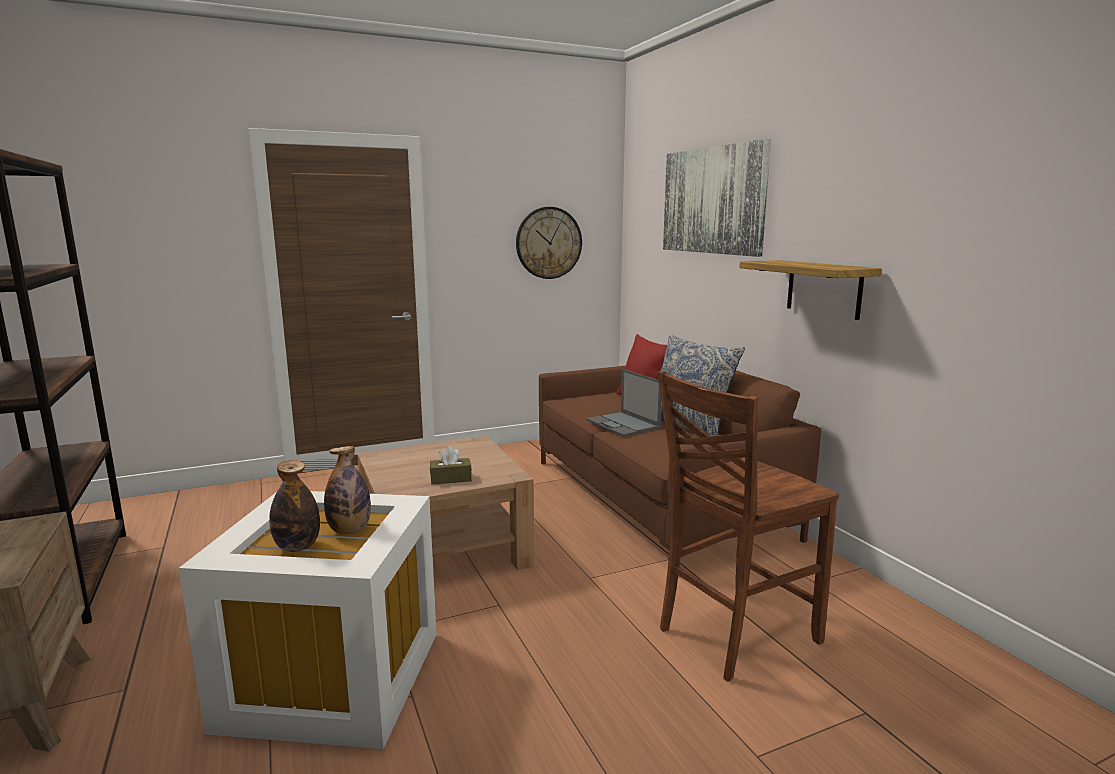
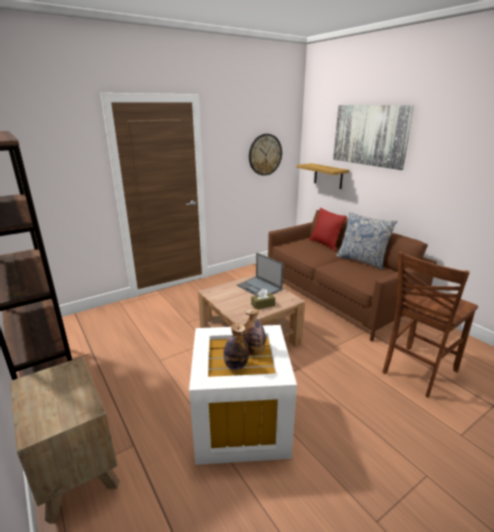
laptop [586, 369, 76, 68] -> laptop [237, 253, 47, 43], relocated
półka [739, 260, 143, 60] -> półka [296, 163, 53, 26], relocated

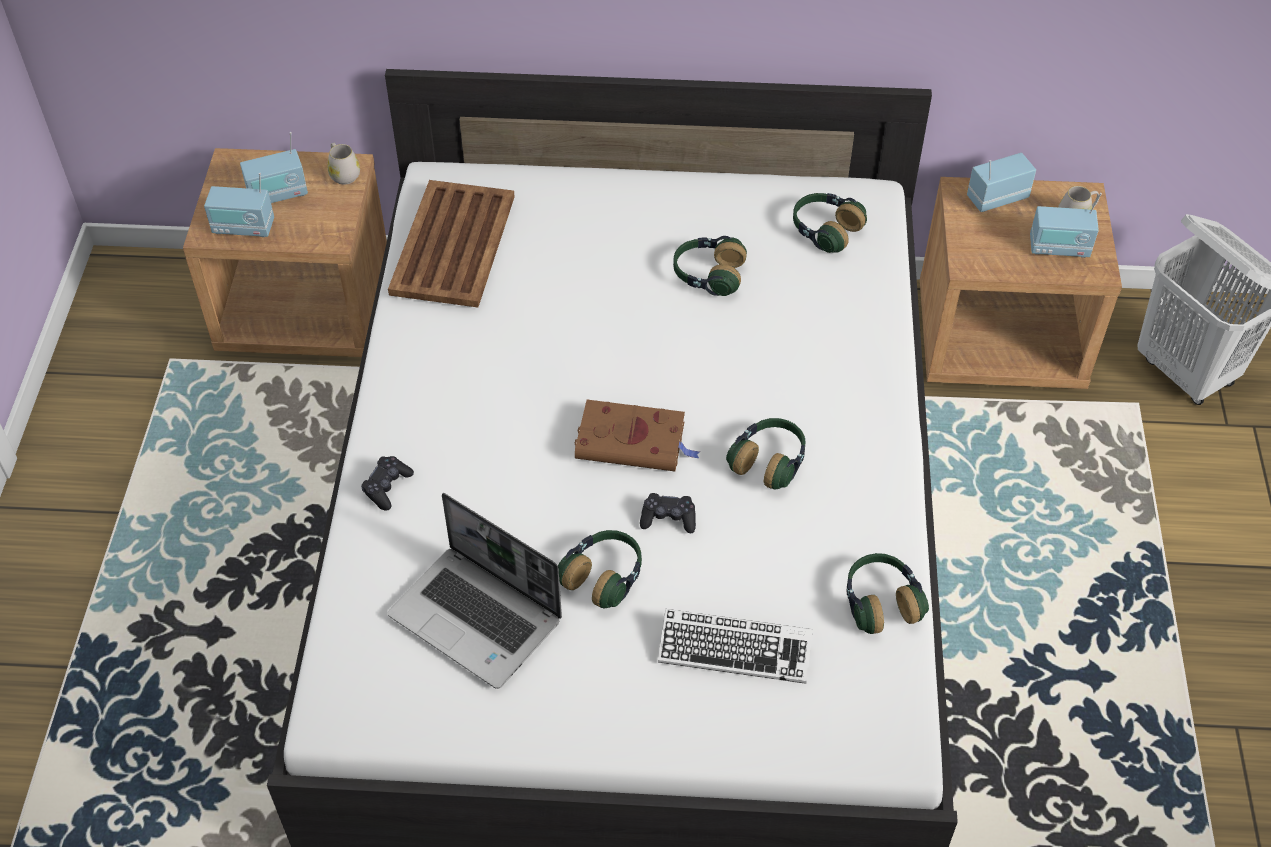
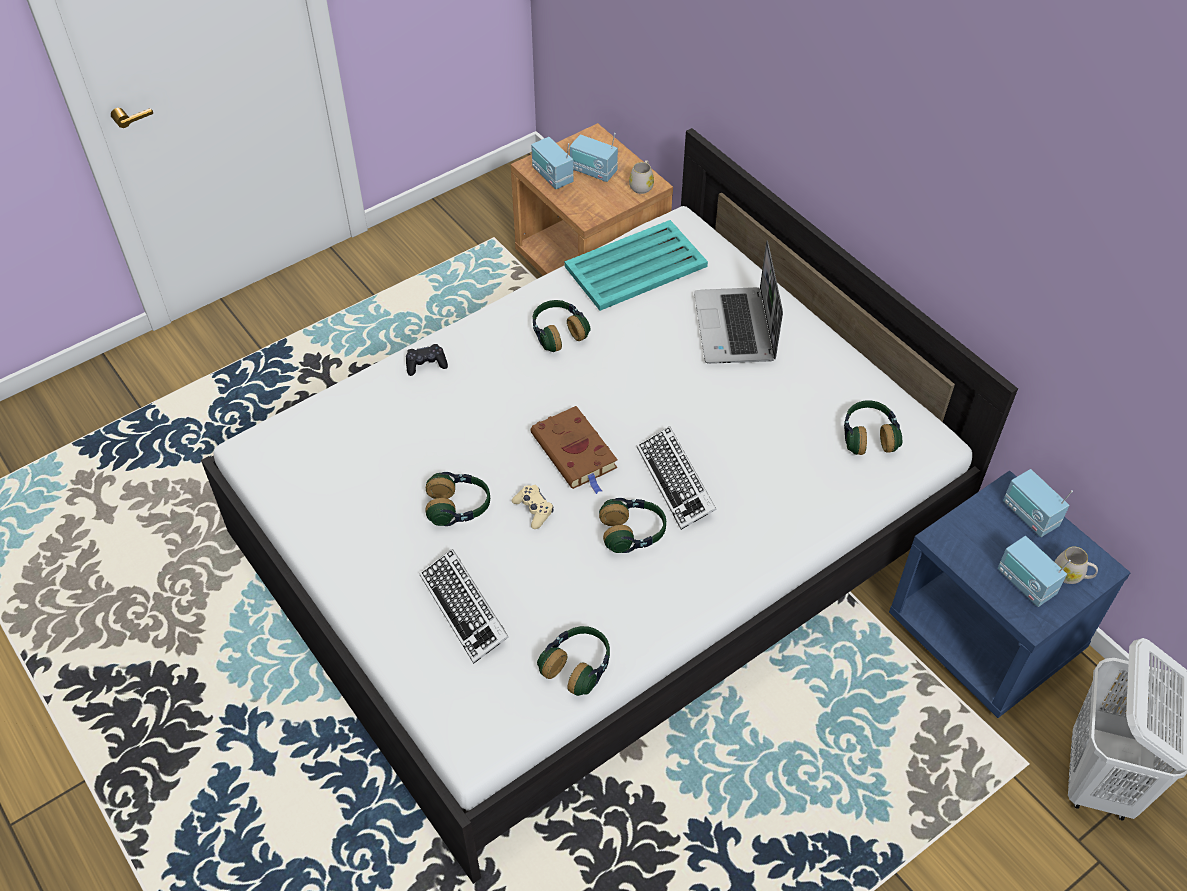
taca/brązowy [388, 180, 127, 128] -> taca/turkusowy [564, 220, 144, 91]
laptop [388, 493, 174, 196] -> laptop [694, 241, 89, 123], relocated
pad do gier/czarny [640, 493, 56, 40] -> pad do gier/beżowy [512, 485, 42, 44]
słuchawki [673, 236, 74, 60] -> słuchawki [533, 300, 58, 52], relocated
szafka nocna/brązowy [920, 177, 202, 212] -> szafka nocna/niebieski [889, 470, 242, 248]
radio [967, 153, 69, 59] -> radio [1003, 469, 70, 68], 150 degrees counterclockwise
none -> klawiatura [637, 426, 80, 104]

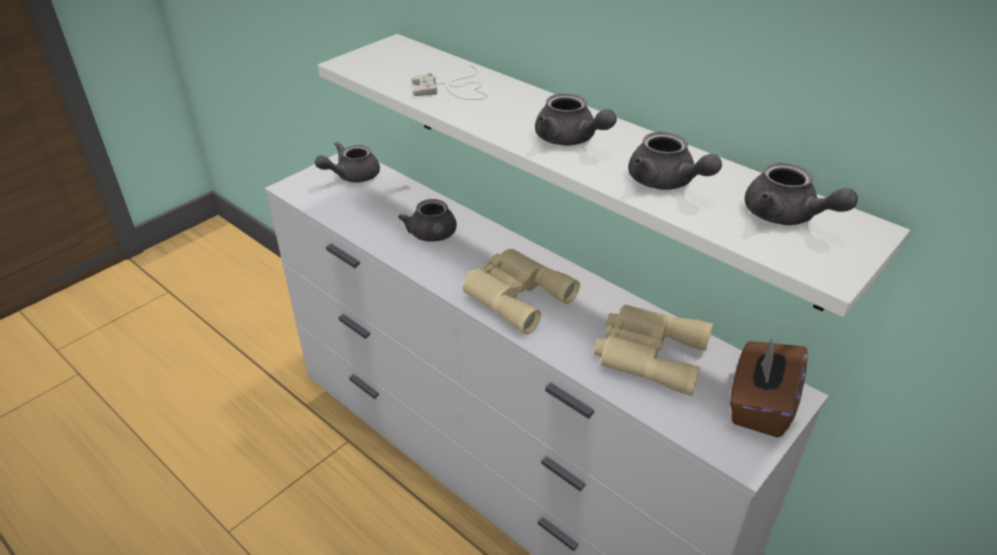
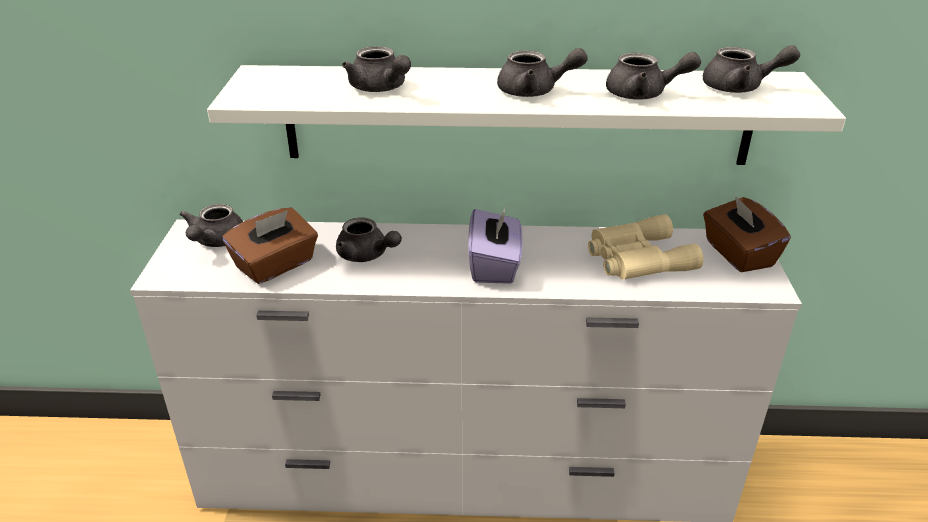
pad do gier/biały [411, 66, 76, 34] -> imbryk/szary [342, 46, 69, 46]
lornetka/beżowy [462, 249, 118, 85] -> pudełko chusteczek/fioletowy [468, 204, 55, 80]
none -> pudełko chusteczek/brązowy [222, 208, 96, 76]

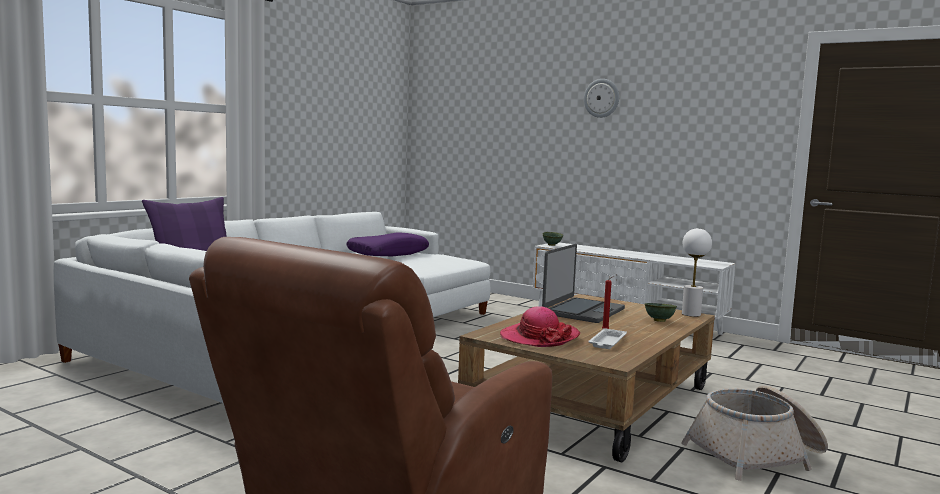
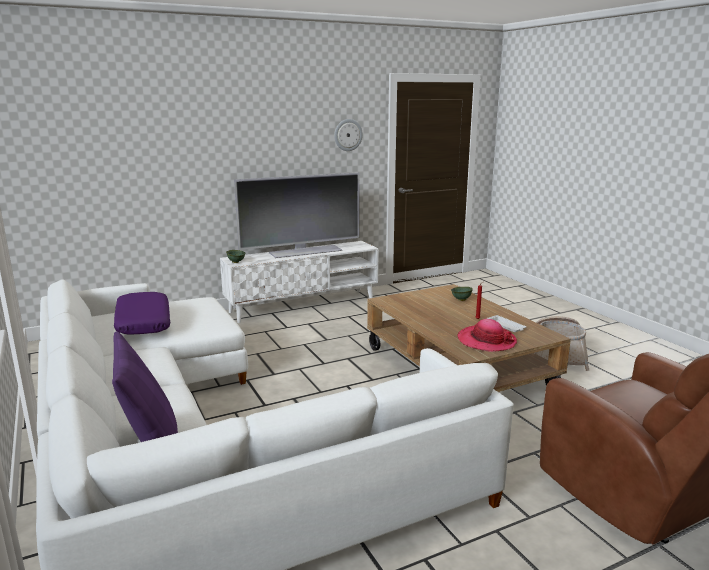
laptop [542, 244, 83, 79] -> none
zegar ścienny [584, 79, 35, 39] -> zegar ścienny [334, 119, 29, 32], relocated
lampa stołowa/biały [682, 228, 30, 89] -> none
none -> telewizor [234, 172, 126, 86]

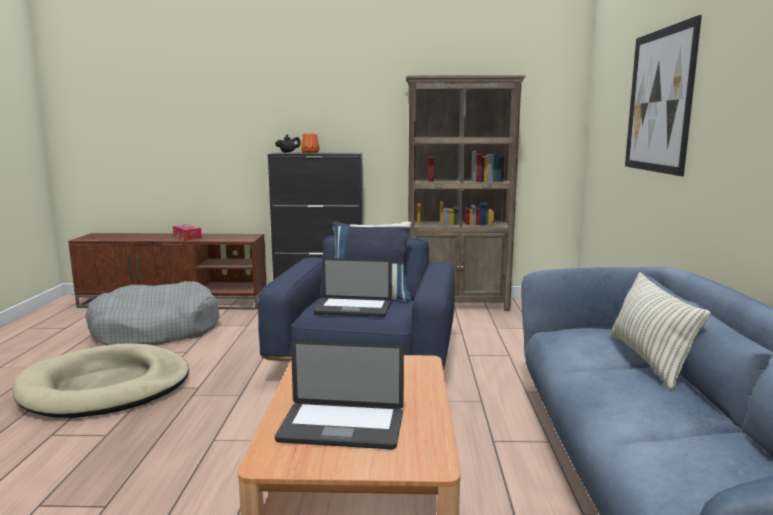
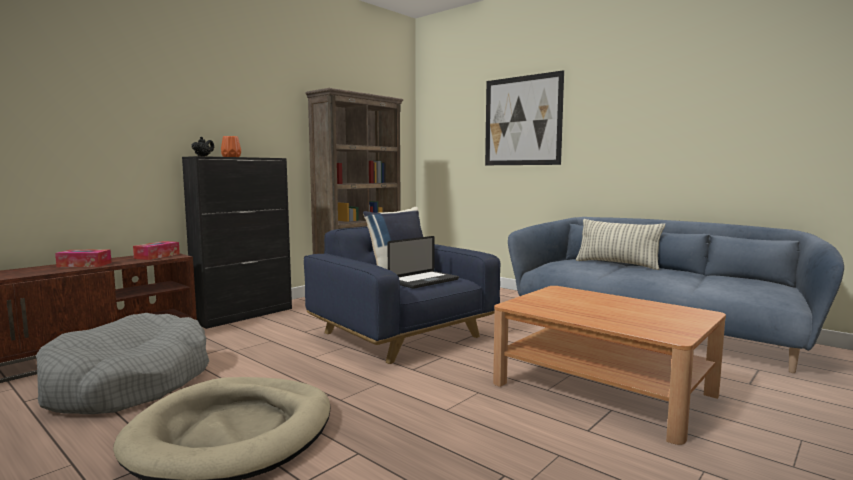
laptop [275, 340, 129, 109] -> none
none -> pudełko chusteczek [133, 241, 47, 19]

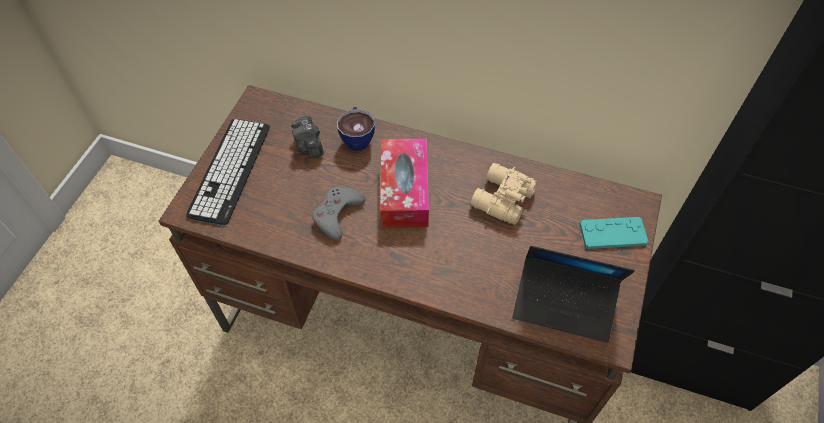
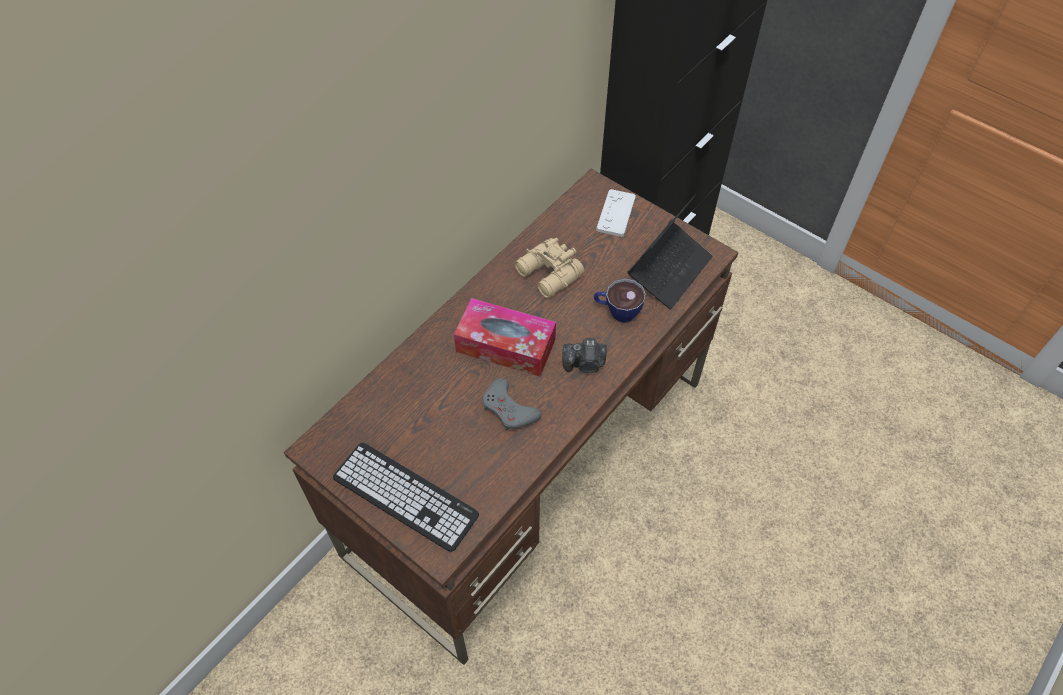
aparat fotograficzny [291, 116, 33, 42] -> aparat fotograficzny [562, 337, 45, 36], relocated
filiżanka [337, 107, 38, 44] -> filiżanka [594, 278, 52, 45], relocated
pad do gier/turkusowy [580, 217, 69, 32] -> pad do gier/biały [596, 189, 40, 48]

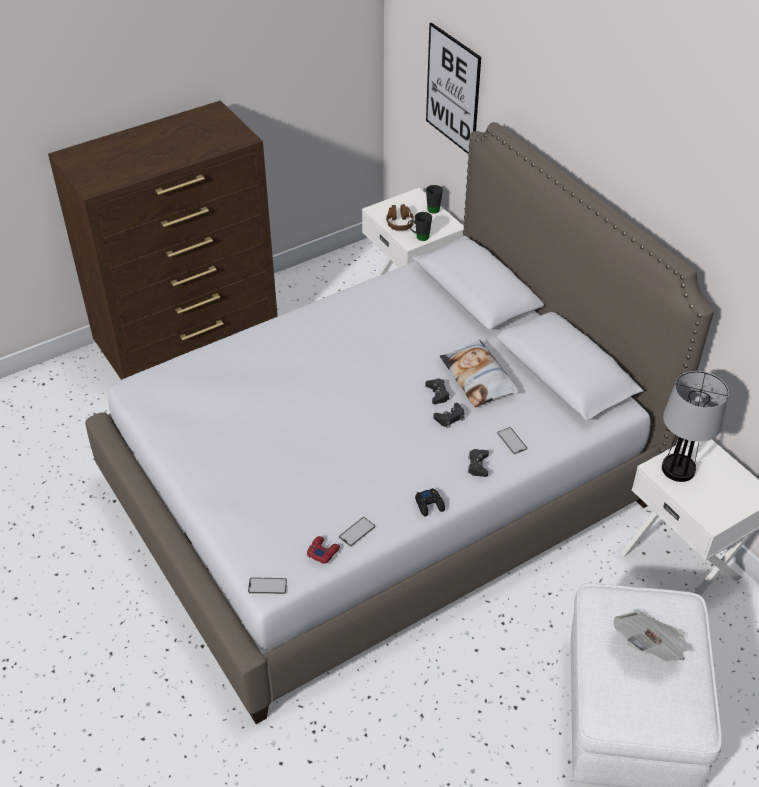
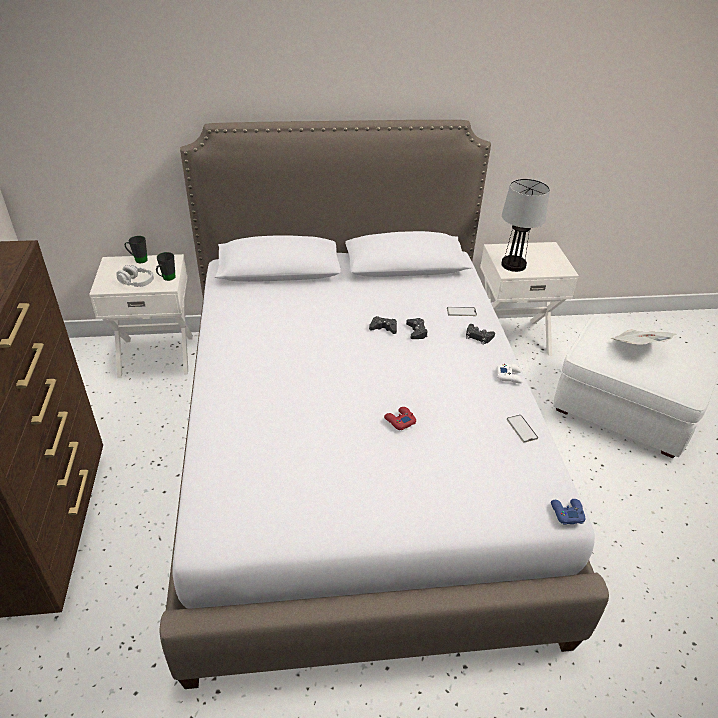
telefon [248, 577, 39, 17] -> pad do gier/niebieski [551, 499, 34, 26]
pad do gier/czerwony [307, 536, 33, 28] -> pad do gier/czerwony [384, 407, 32, 23], relocated
słuchawki/brązowy [386, 204, 28, 27] -> słuchawki/szary [116, 265, 38, 22]
pad do gier/czarny [415, 488, 30, 29] -> pad do gier/biały [497, 364, 26, 20]
obraz [426, 23, 55, 131] -> none
poduszka [440, 339, 79, 68] -> none

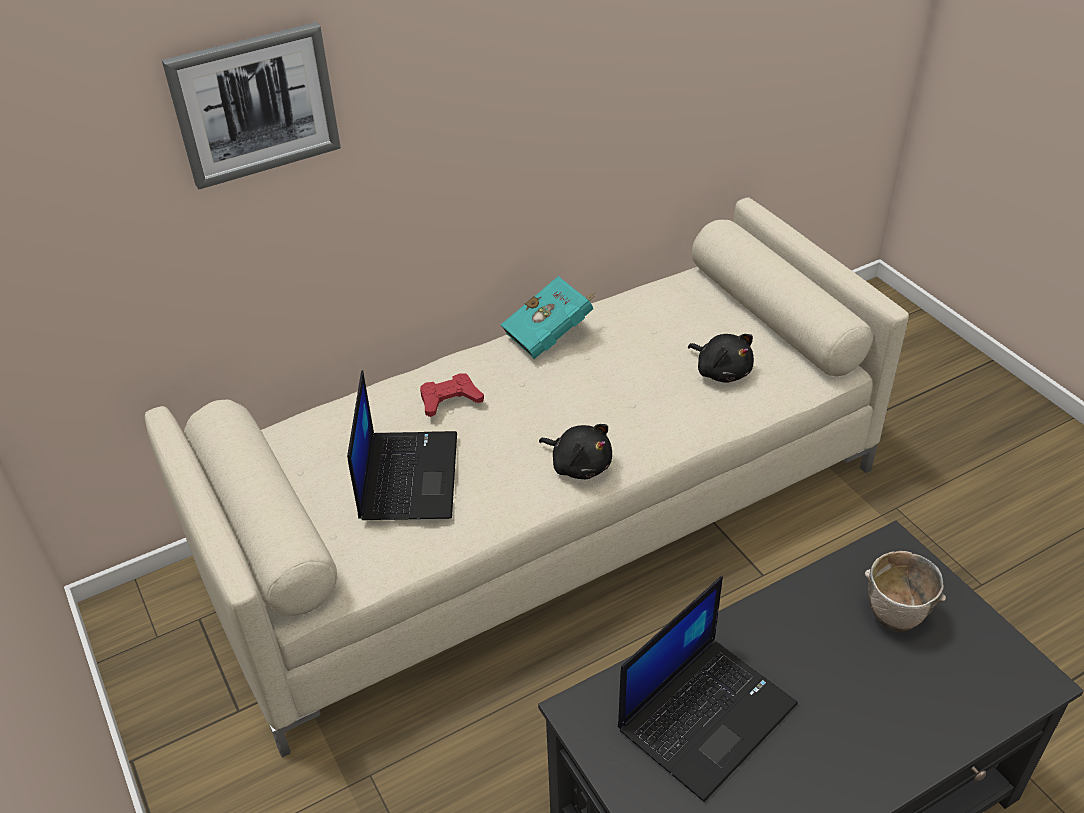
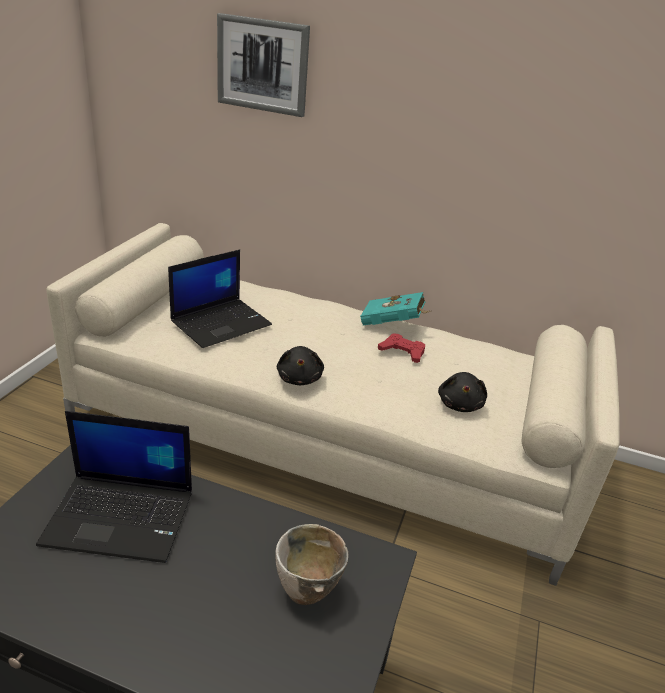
pad do gier/czerwony [420, 373, 64, 44] -> pad do gier/czerwony [378, 333, 47, 30], relocated

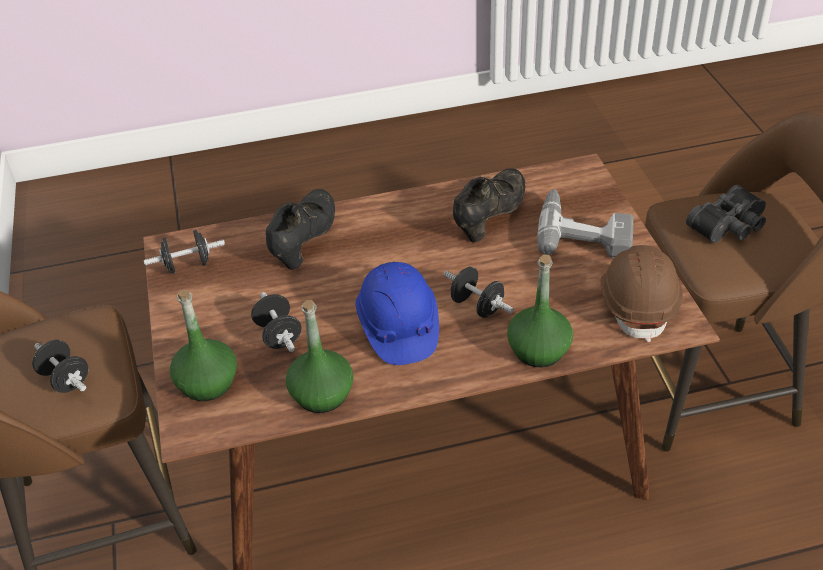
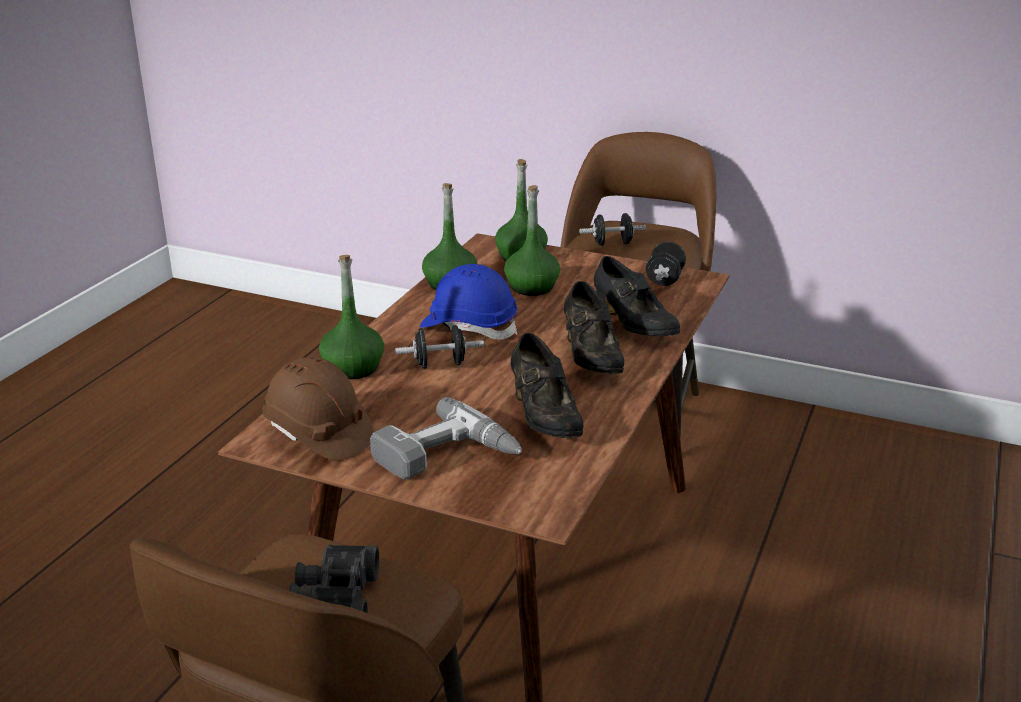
hantel/czarny [251, 292, 51, 60] -> butelka/zielony [504, 185, 56, 111]
none -> but/czarny [564, 281, 60, 93]

